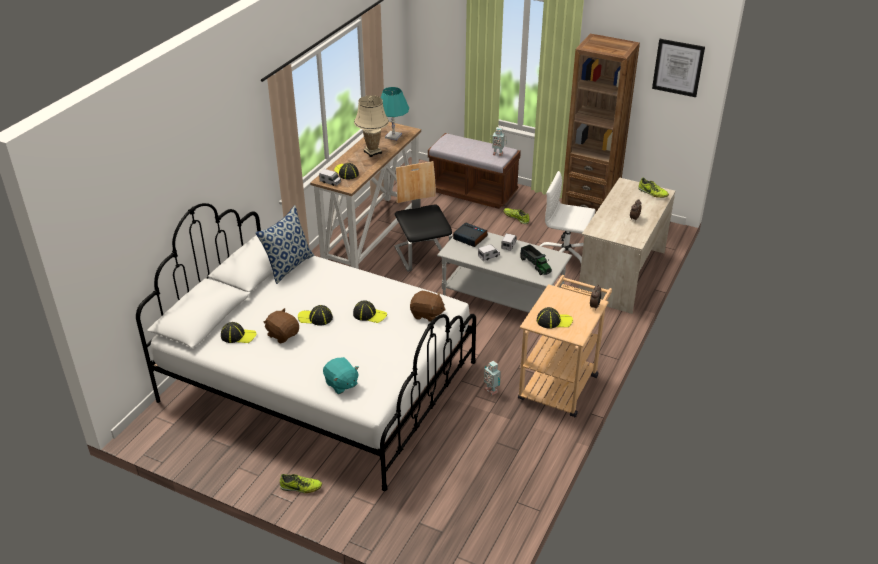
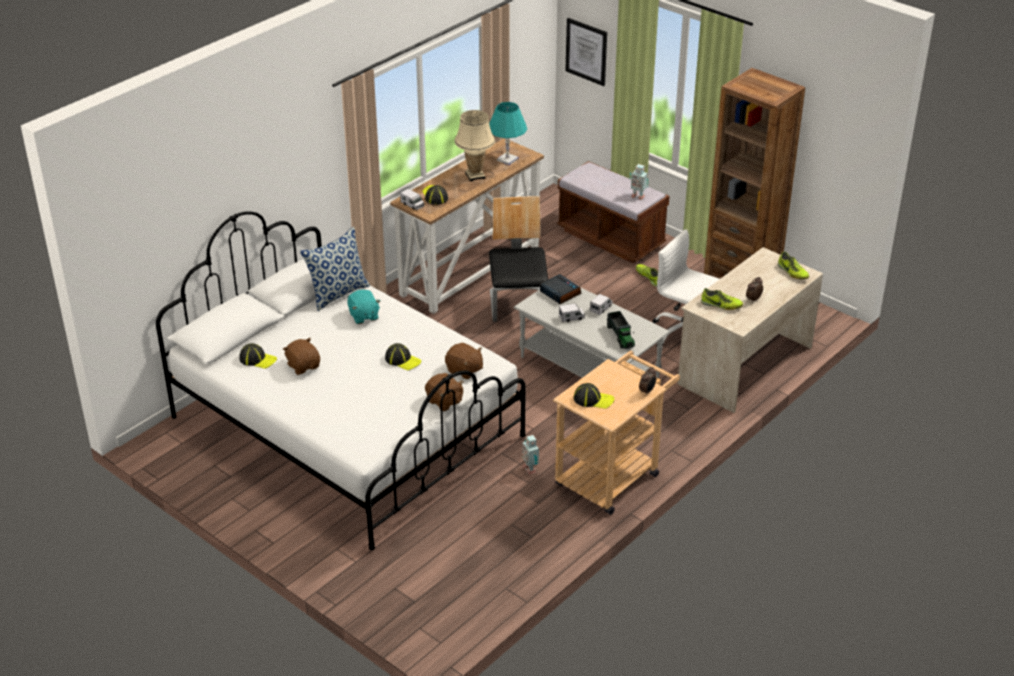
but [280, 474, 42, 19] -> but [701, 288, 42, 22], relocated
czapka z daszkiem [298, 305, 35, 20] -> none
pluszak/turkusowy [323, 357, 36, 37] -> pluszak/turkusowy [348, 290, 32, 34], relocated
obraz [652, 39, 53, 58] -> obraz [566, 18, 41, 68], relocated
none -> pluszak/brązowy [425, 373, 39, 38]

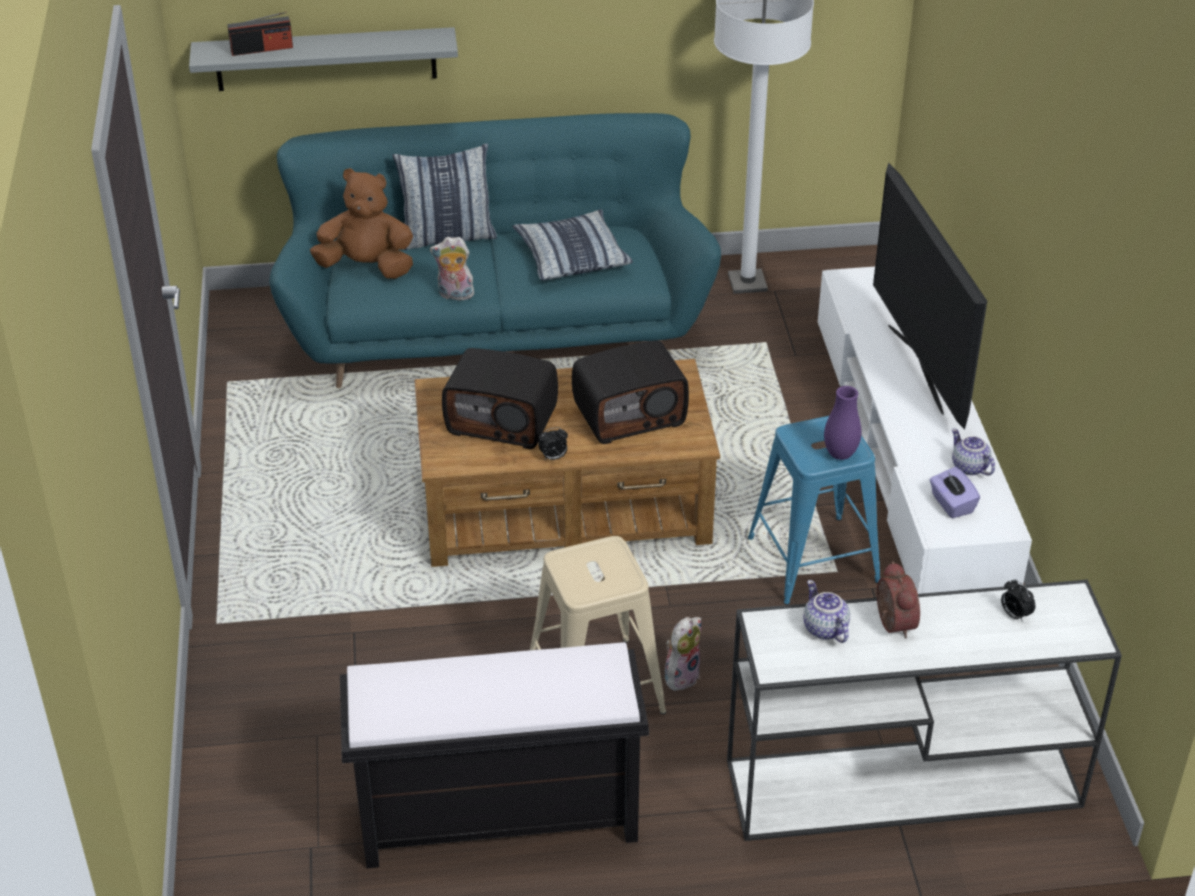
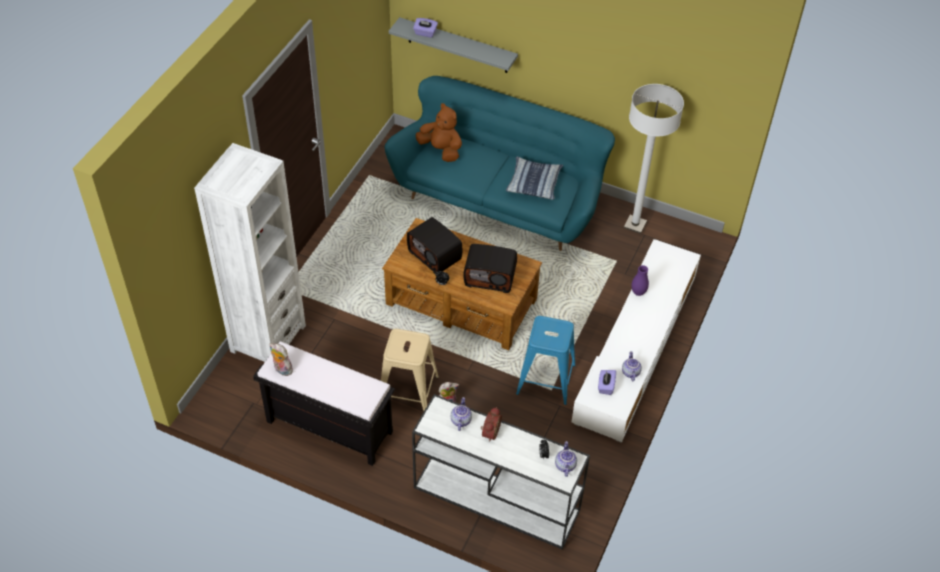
radio [227, 11, 66, 45] -> pudełko chusteczek/fioletowy [413, 18, 25, 20]
poduszka [393, 144, 104, 106] -> none
pluszak [430, 237, 46, 63] -> pluszak [270, 343, 23, 33], relocated
wazon/fioletowy [824, 386, 37, 74] -> wazon/fioletowy [631, 265, 18, 31], relocated
telewizor [873, 163, 114, 267] -> none
none -> regał/biały [194, 143, 112, 219]
none -> imbryk [555, 441, 22, 36]

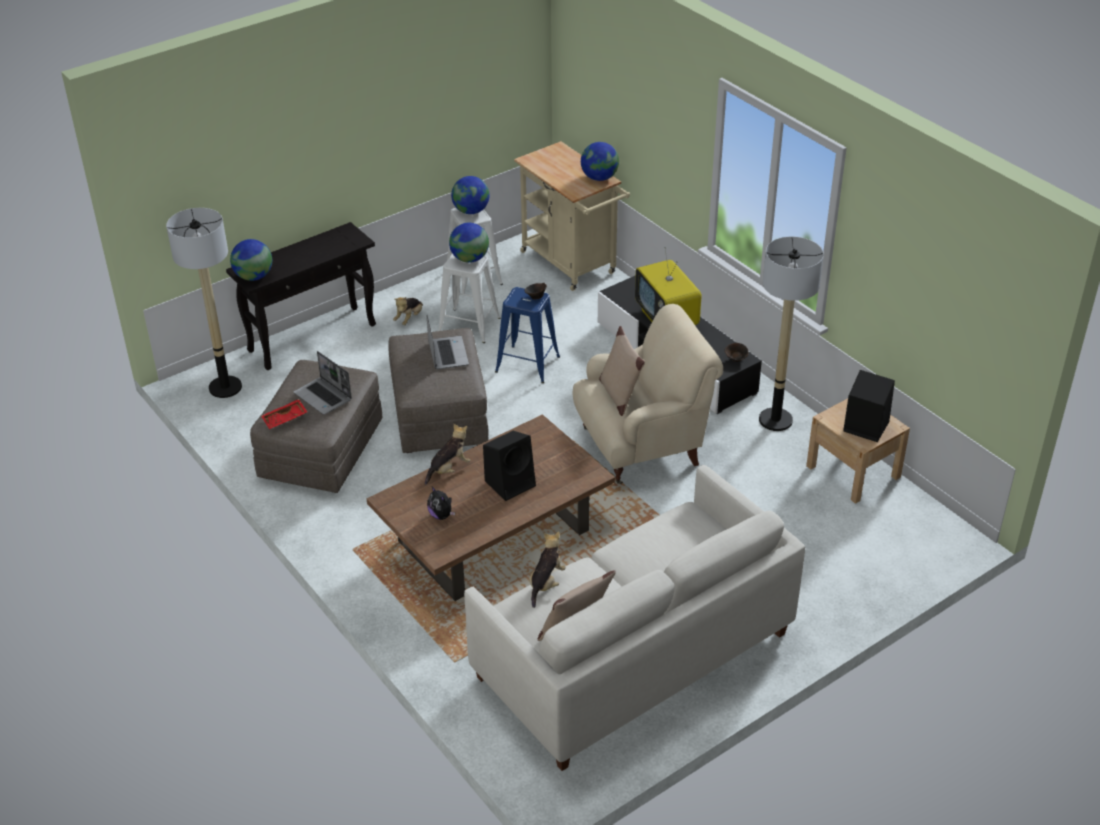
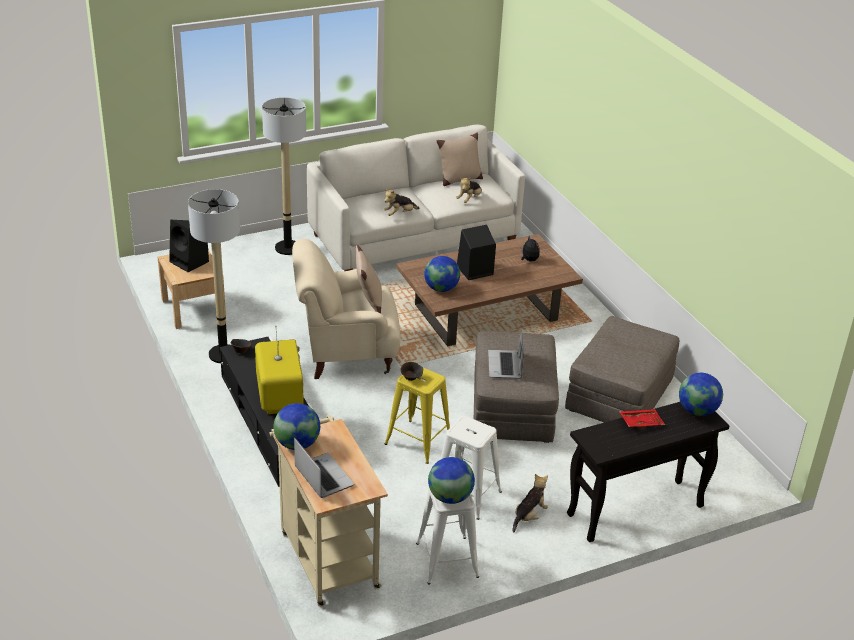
lampa stojąca [166, 208, 76, 190] -> lampa stojąca [262, 97, 44, 158], relocated
taca/czerwony [261, 399, 46, 30] -> taca/czerwony [619, 409, 46, 19], relocated
laptop [294, 351, 58, 64] -> laptop [294, 438, 60, 60], relocated
pluszak [425, 424, 45, 61] -> pluszak [384, 189, 36, 27], relocated
globus [449, 223, 40, 40] -> globus [424, 256, 36, 36], relocated
stołek/niebieski [495, 287, 65, 96] -> stołek/żółty [385, 368, 65, 96]

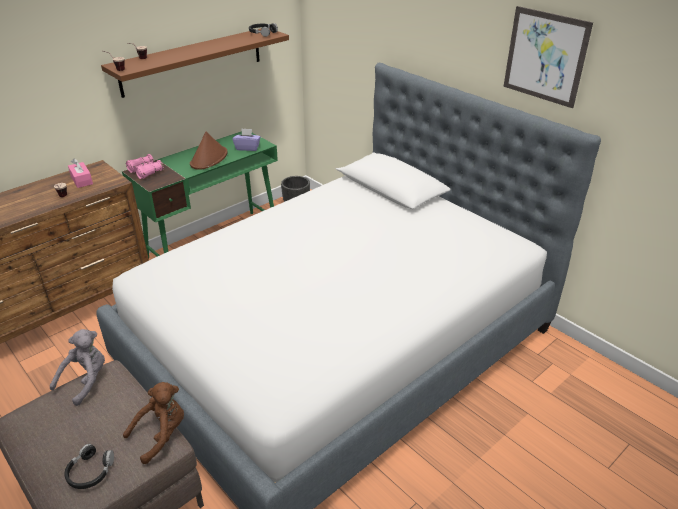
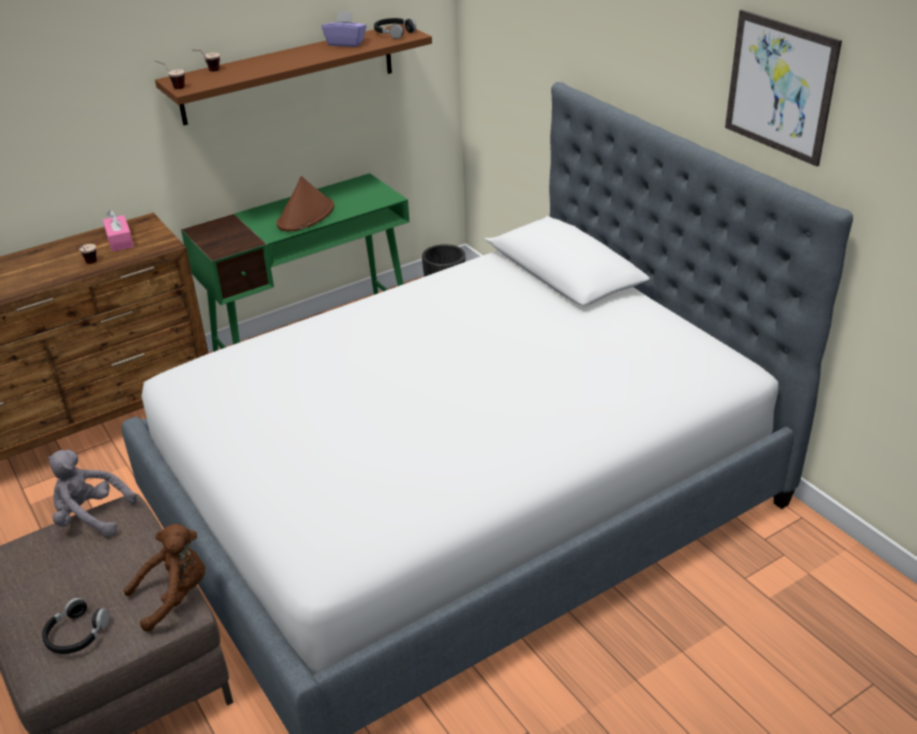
pluszak/szary [50, 329, 55, 77] -> pluszak/szary [48, 450, 89, 87], 120 degrees counterclockwise
lornetka/różowy [126, 154, 38, 25] -> none
pudełko chusteczek/fioletowy [232, 128, 29, 23] -> pudełko chusteczek/fioletowy [322, 11, 45, 36], relocated

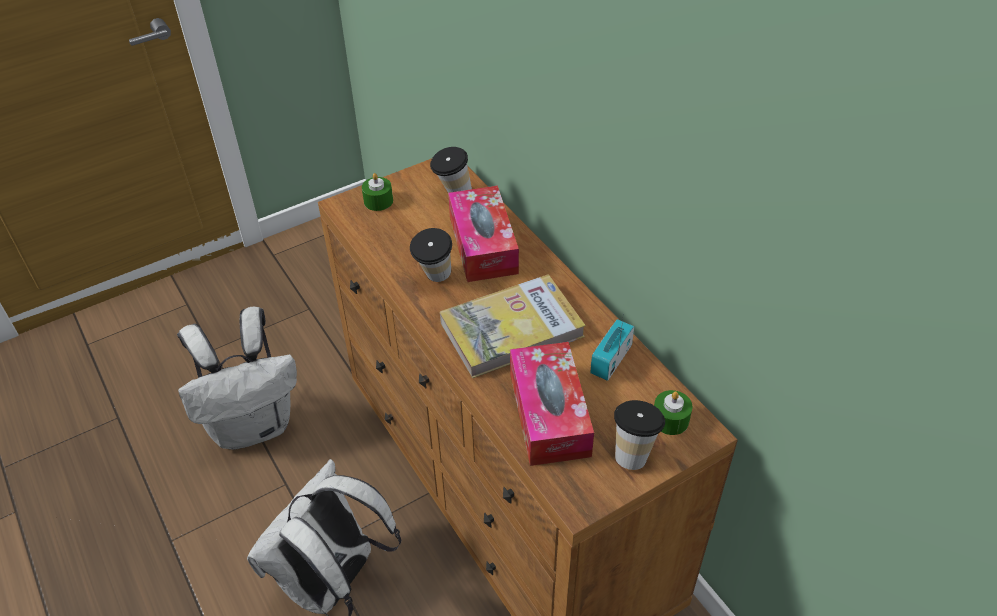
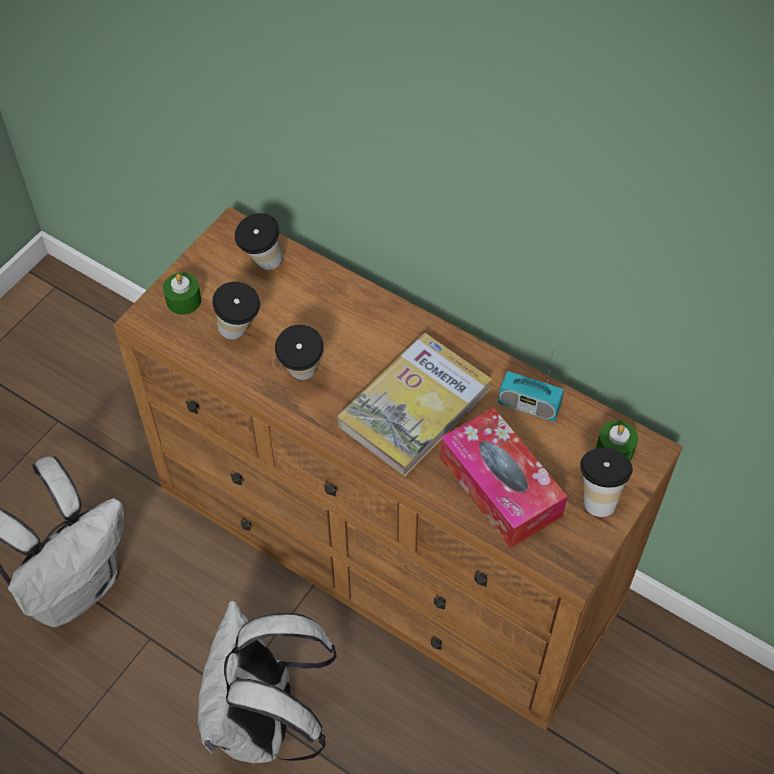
pudełko chusteczek [448, 186, 71, 96] -> none
radio [590, 313, 44, 68] -> radio [498, 348, 66, 74], 75 degrees counterclockwise
none -> filiżanka [212, 282, 48, 57]

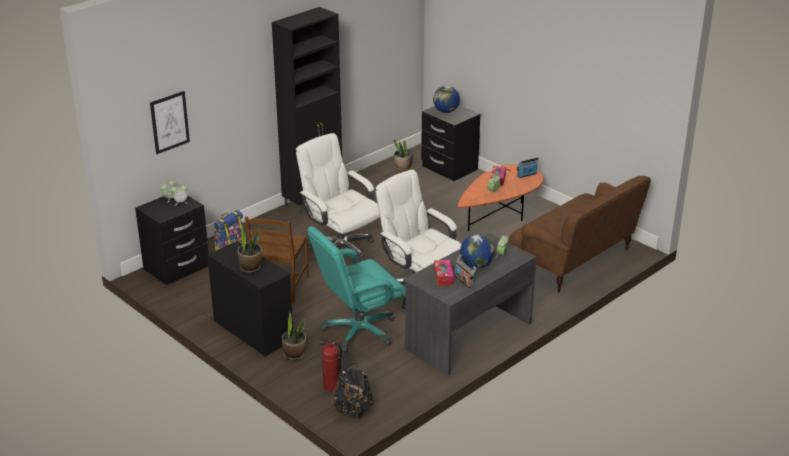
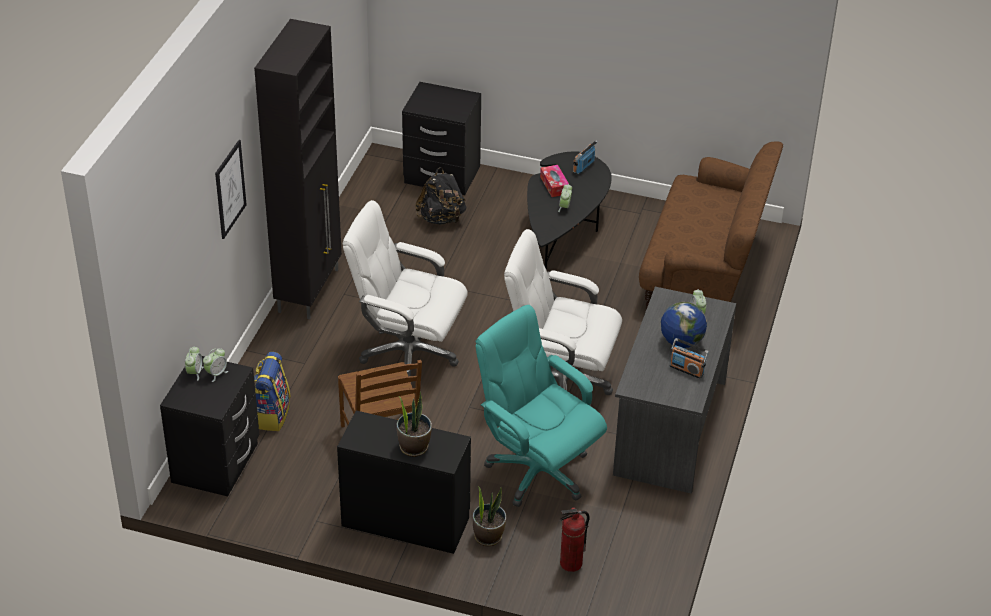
obraz [150, 91, 40, 63] -> obraz [215, 140, 32, 99], relocated
krzesło biurowe/turkusowy [307, 226, 99, 127] -> krzesło biurowe/turkusowy [475, 305, 132, 202], 105 degrees clockwise
plecak/czarny [331, 363, 42, 55] -> plecak/czarny [415, 167, 52, 58], relocated
roślina doniczkowa [394, 139, 19, 32] -> none
globus [433, 86, 27, 27] -> none
pudełko chusteczek [434, 260, 20, 26] -> none
ława/pomarańczowy [458, 165, 85, 66] -> ława/czarny [527, 152, 85, 118]

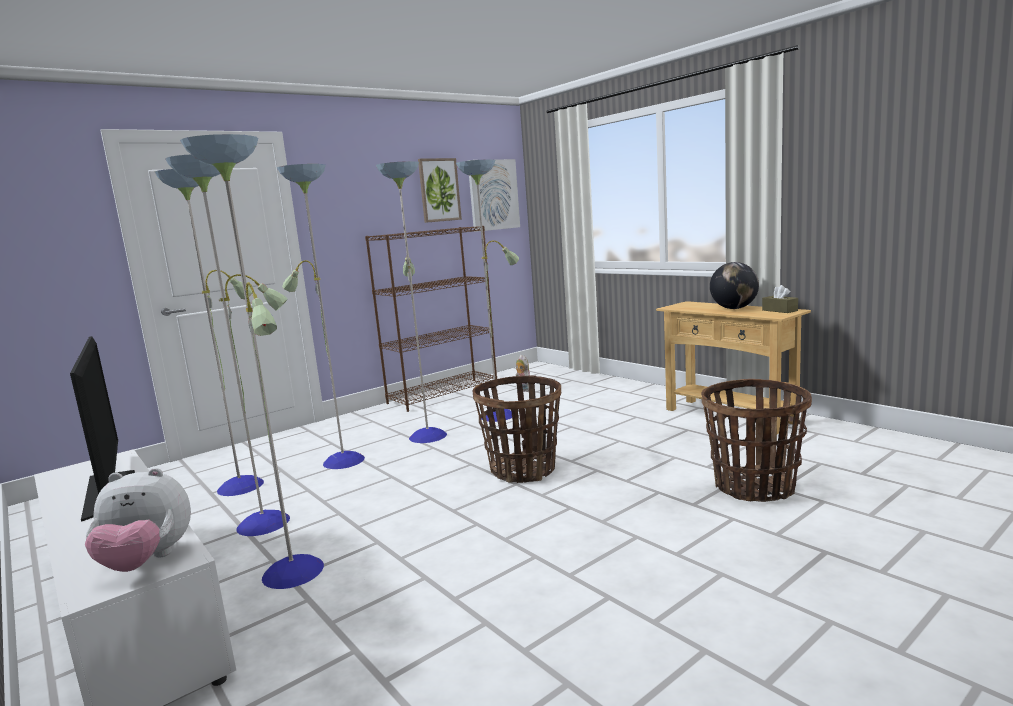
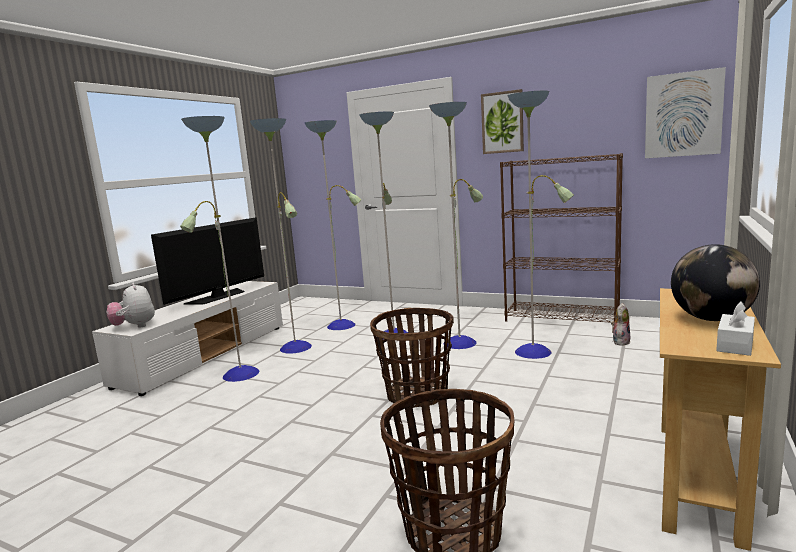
obraz [418, 158, 44, 65] -> obraz [481, 89, 43, 65], relocated
pudełko chusteczek/brązowy [762, 285, 36, 28] -> pudełko chusteczek/biały [716, 301, 39, 55]

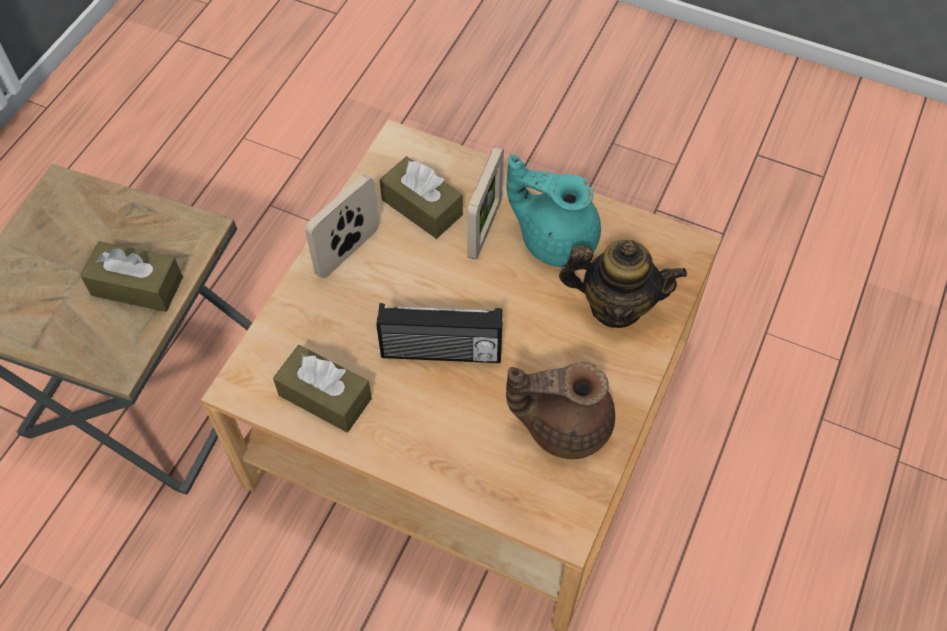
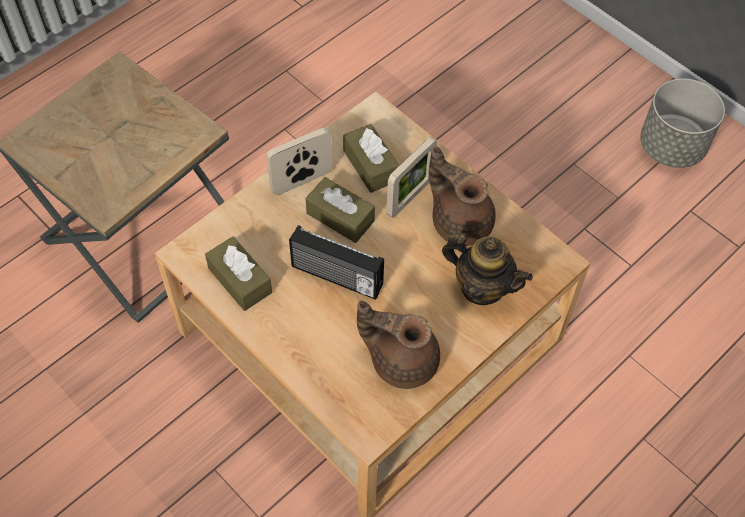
pudełko chusteczek/brązowy [80, 241, 103, 71] -> pudełko chusteczek/brązowy [306, 177, 69, 66], relocated
imbryk/turkusowy [506, 154, 95, 113] -> imbryk/brązowy [429, 146, 67, 100]
none -> donica/szary [640, 79, 85, 89]

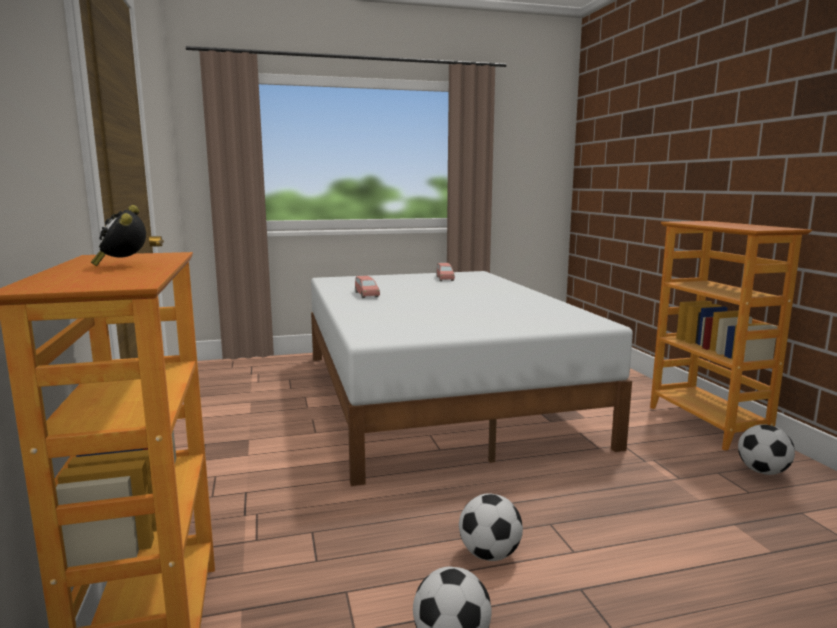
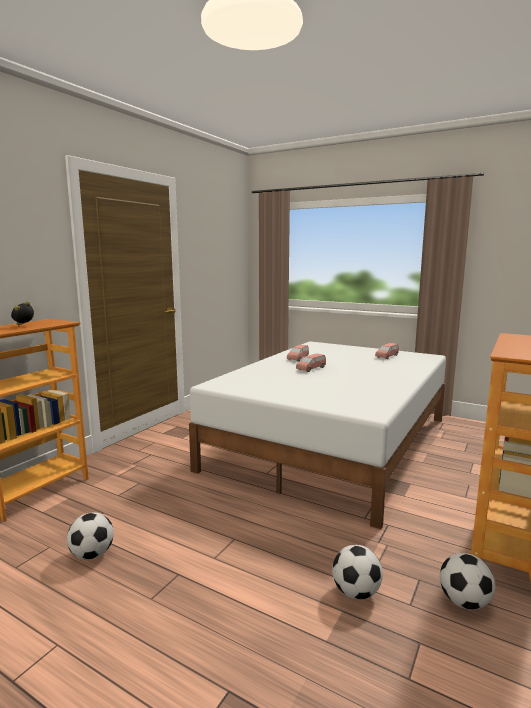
piłka futbolowa [459, 493, 64, 68] -> piłka futbolowa [332, 545, 51, 55], relocated
none -> samochodzik/różowy [296, 354, 30, 18]

